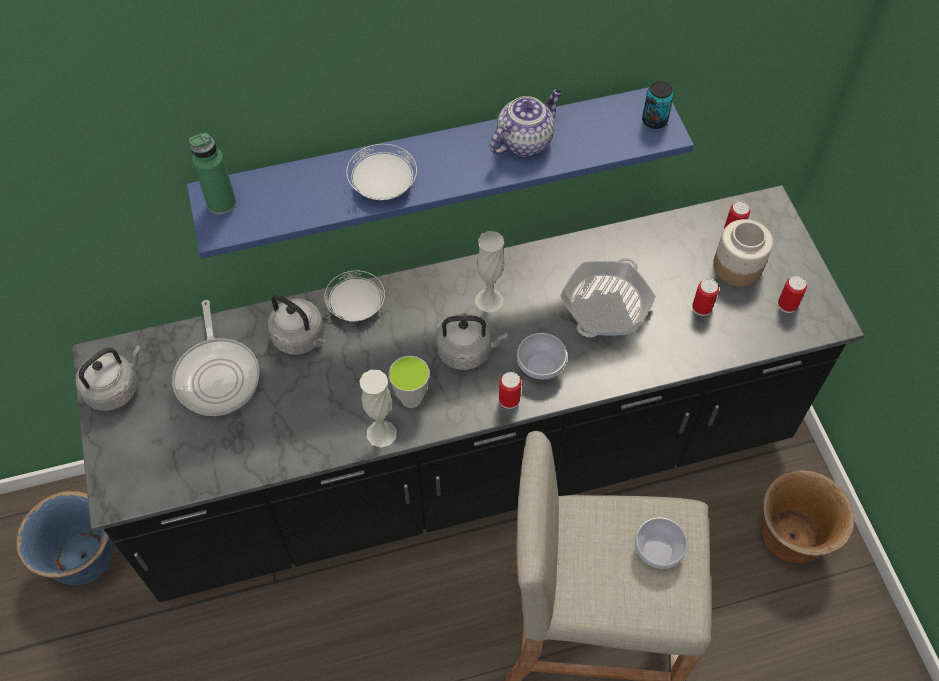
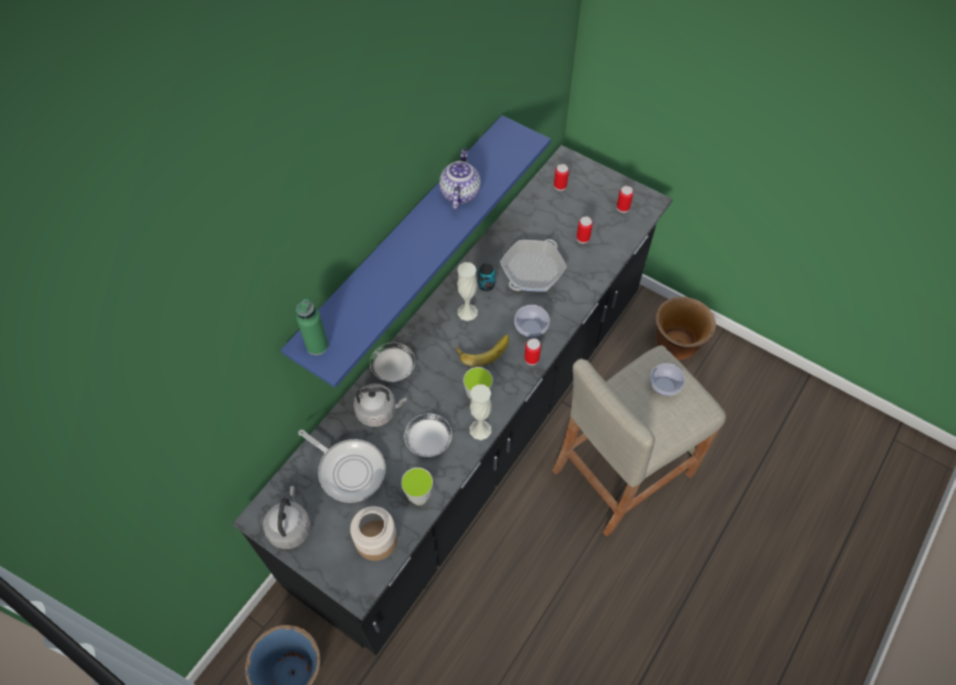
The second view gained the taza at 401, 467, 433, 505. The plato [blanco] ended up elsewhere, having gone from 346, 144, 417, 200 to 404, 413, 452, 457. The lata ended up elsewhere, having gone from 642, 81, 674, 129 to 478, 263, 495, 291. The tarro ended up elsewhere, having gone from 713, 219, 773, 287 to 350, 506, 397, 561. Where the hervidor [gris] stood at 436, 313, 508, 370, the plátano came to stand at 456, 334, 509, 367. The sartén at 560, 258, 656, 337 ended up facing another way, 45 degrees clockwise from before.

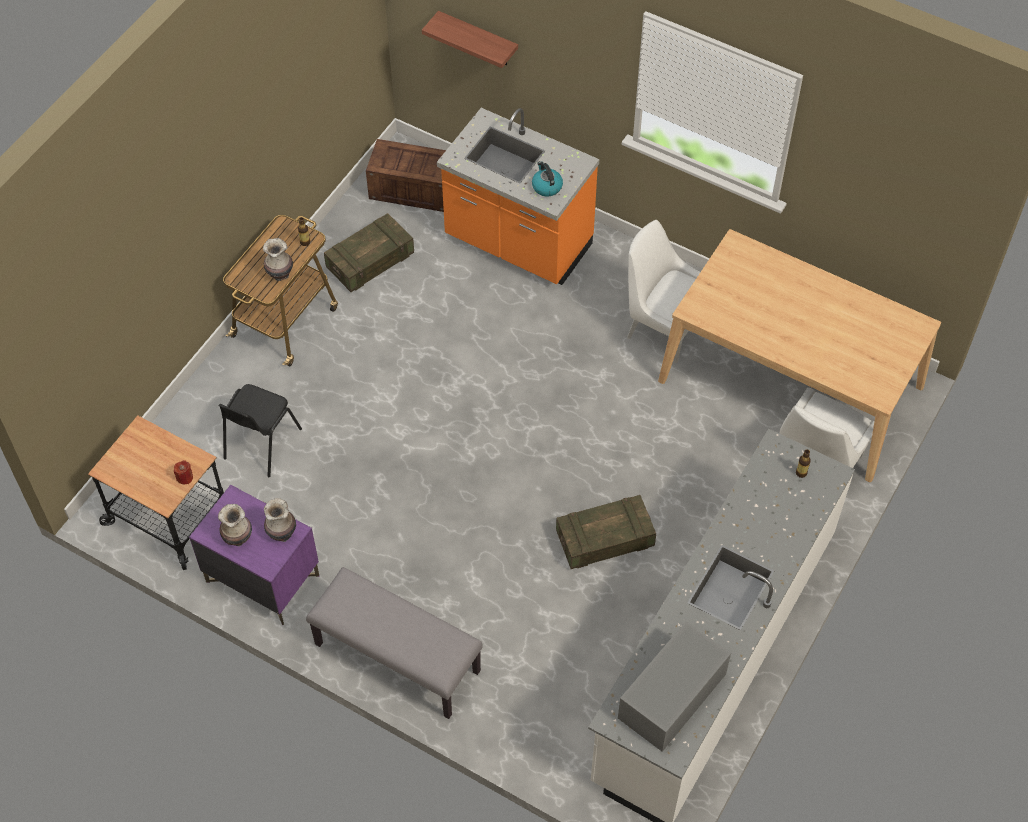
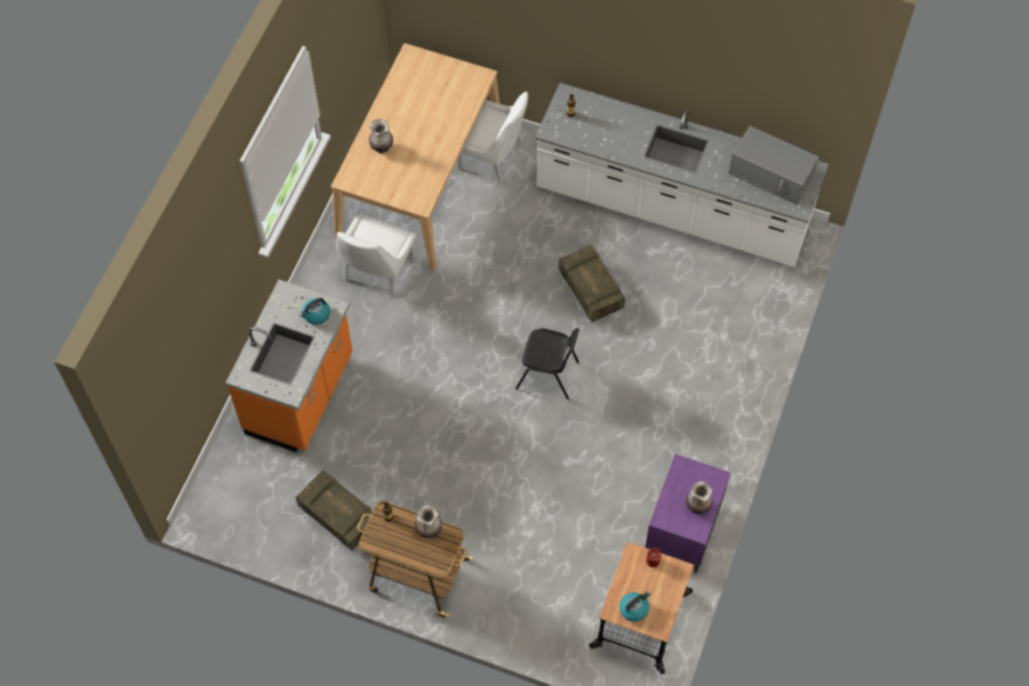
The second view lost the banco [gris] at 306, 567, 483, 719. The second view lost the caja de embalaje at 366, 139, 446, 212. The second view lost the estante at 422, 11, 518, 68. The second view gained the hervidor at 619, 591, 650, 622. The silla [negro] ended up elsewhere, having gone from 218, 384, 302, 477 to 516, 328, 579, 400. The florero ended up elsewhere, having gone from 264, 498, 296, 542 to 369, 119, 393, 154.

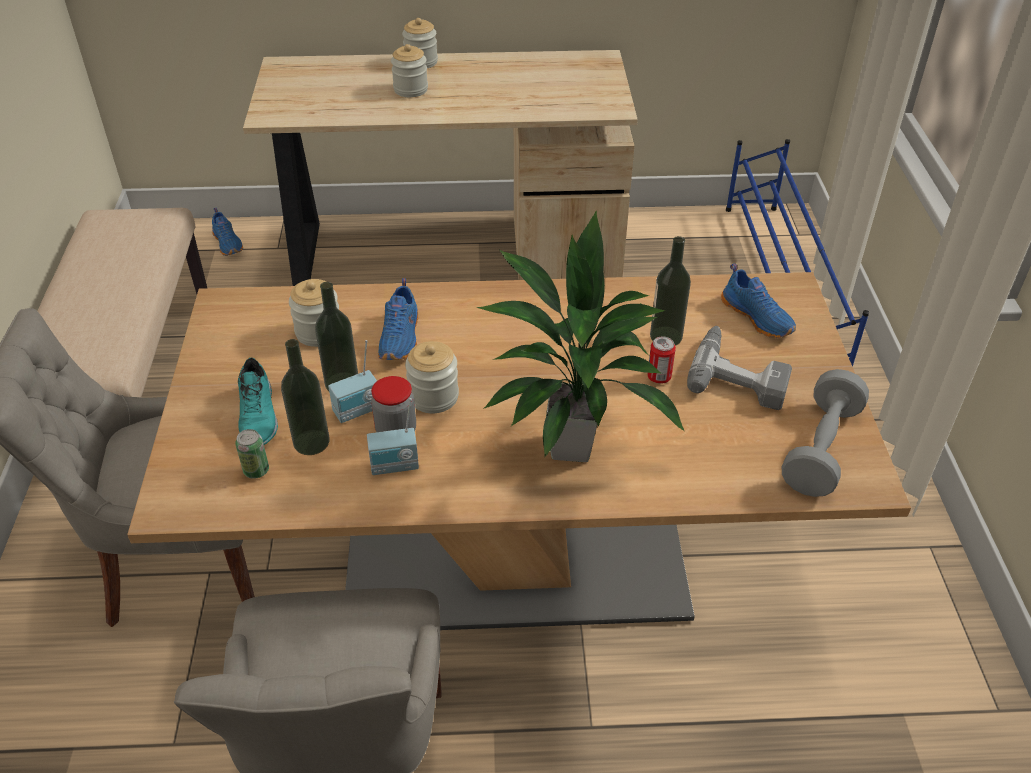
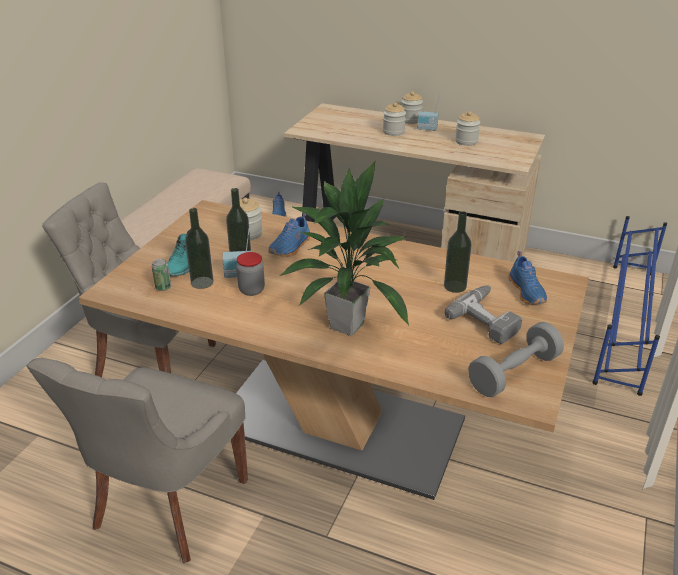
The second view lost the lata at 647, 336, 676, 384. The radio ended up elsewhere, having gone from 367, 398, 419, 475 to 417, 95, 440, 131. The tarro ended up elsewhere, having gone from 405, 341, 459, 413 to 455, 111, 480, 146.

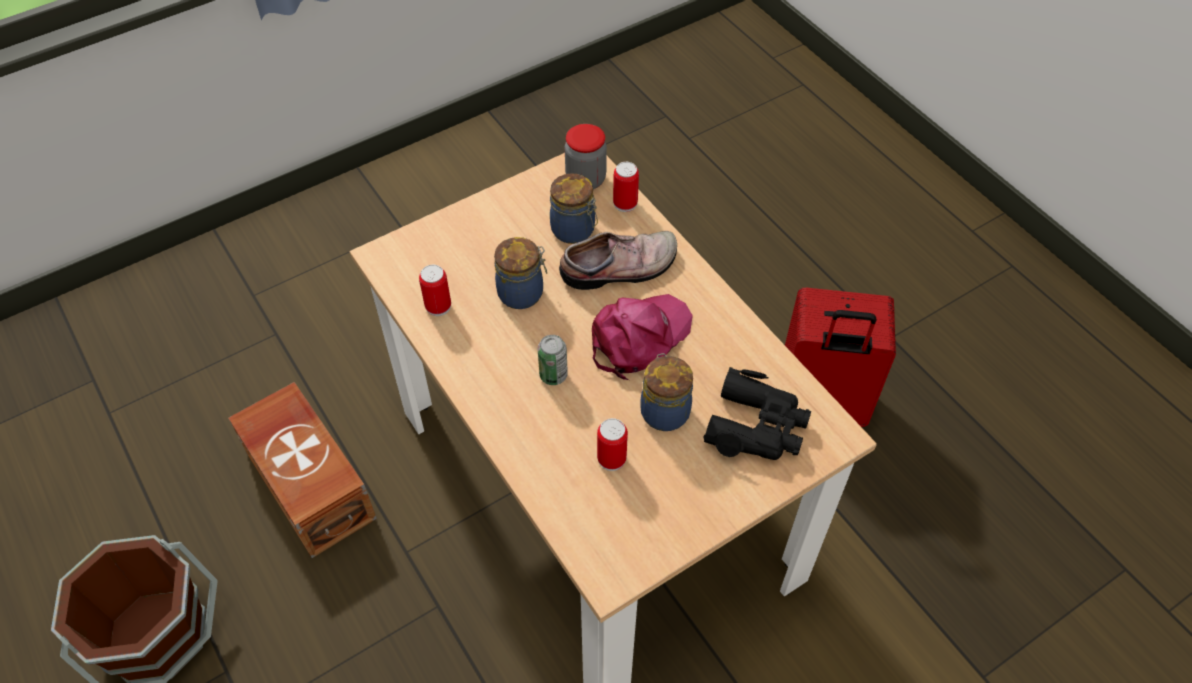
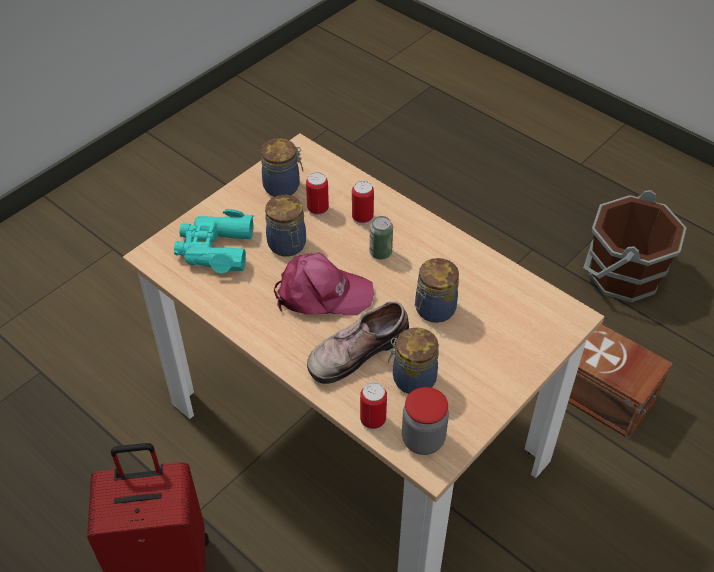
The second view gained the tarro at 261, 139, 303, 197. The lata ended up elsewhere, having gone from 419, 265, 451, 316 to 352, 181, 374, 225. What was the prismáticos [negro] at 704, 367, 811, 460 turned into the prismáticos [turquesa] at 174, 209, 253, 273. The gorra [rosa] at 592, 294, 693, 380 ended up facing another way, 120 degrees counterclockwise from before.

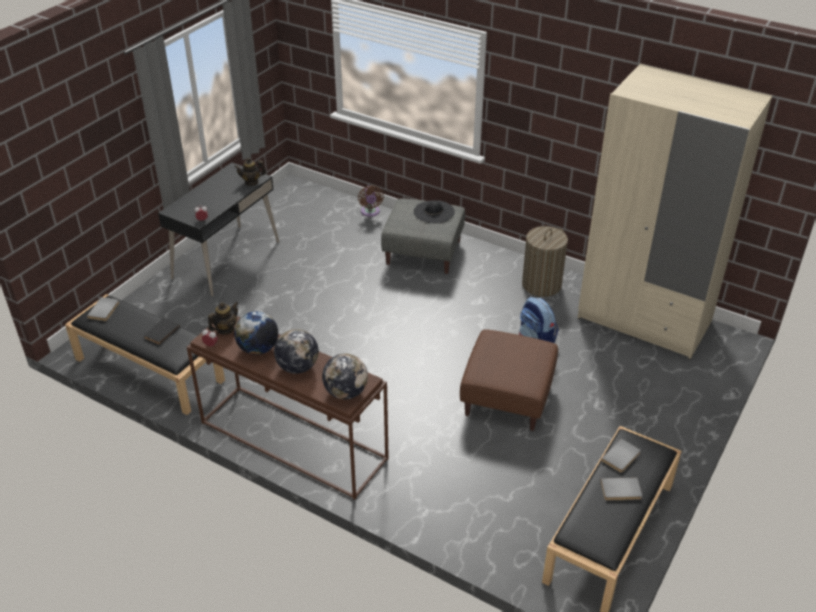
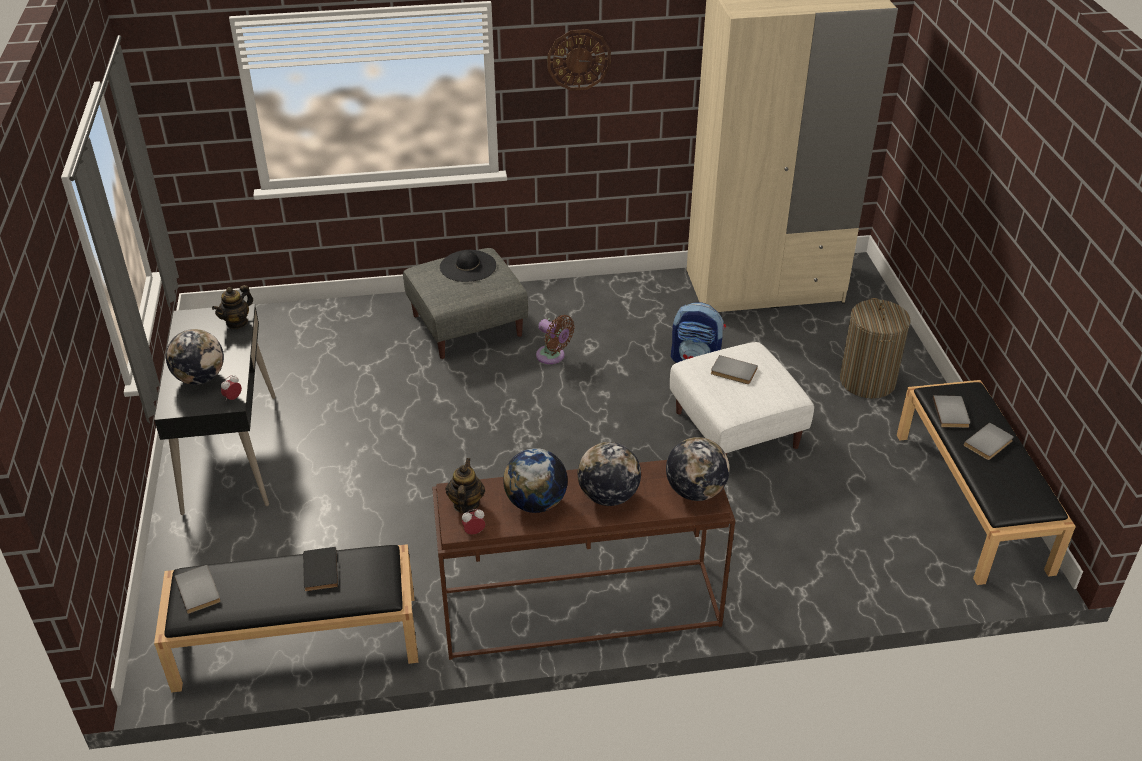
The second view gained the globo terráqueo at 166, 329, 224, 385. The second view gained the reloj de pared at 547, 29, 611, 91. The second view gained the libro [gris] at 711, 355, 758, 384. The ventilador [marrón] ended up elsewhere, having gone from 358, 185, 384, 217 to 536, 315, 575, 364. The cesto de la ropa ended up elsewhere, having gone from 522, 226, 568, 297 to 840, 298, 911, 399. What was the puf [marrón] at 460, 329, 558, 431 turned into the puf [blanco] at 670, 342, 814, 456.

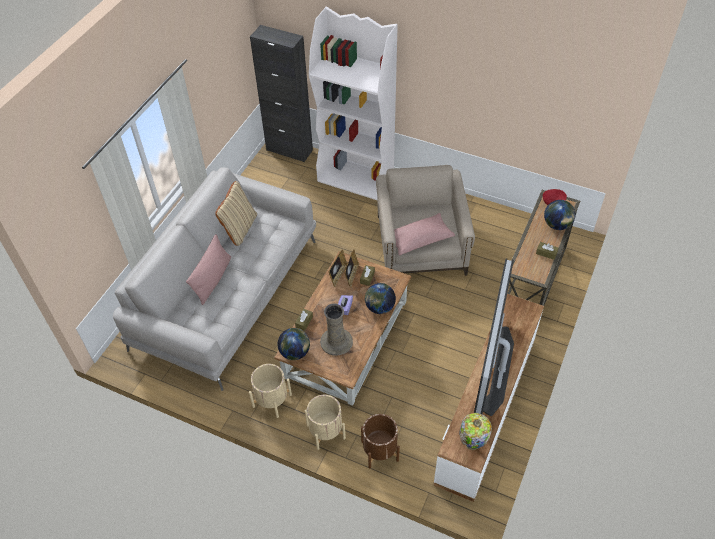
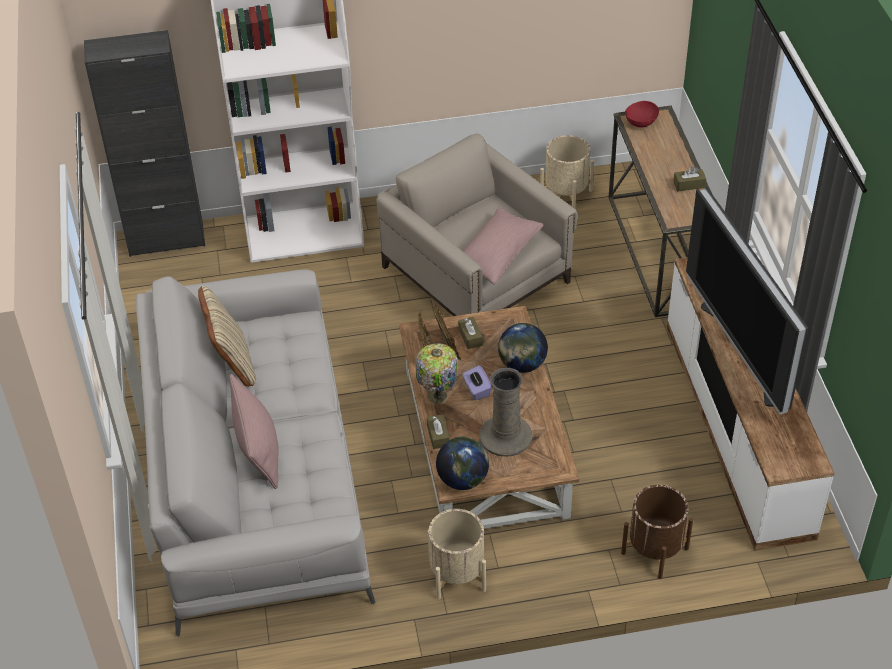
The second view lost the globo terráqueo at 544, 200, 575, 230. The maceta [beis] ended up elsewhere, having gone from 305, 395, 346, 450 to 540, 135, 594, 209. The lámpara de mesa ended up elsewhere, having gone from 459, 413, 492, 450 to 416, 343, 458, 404.

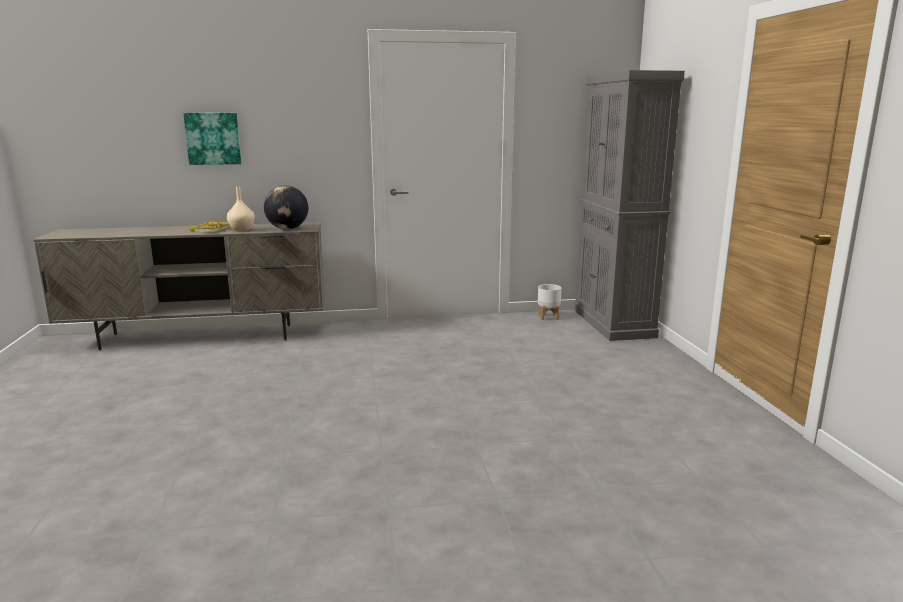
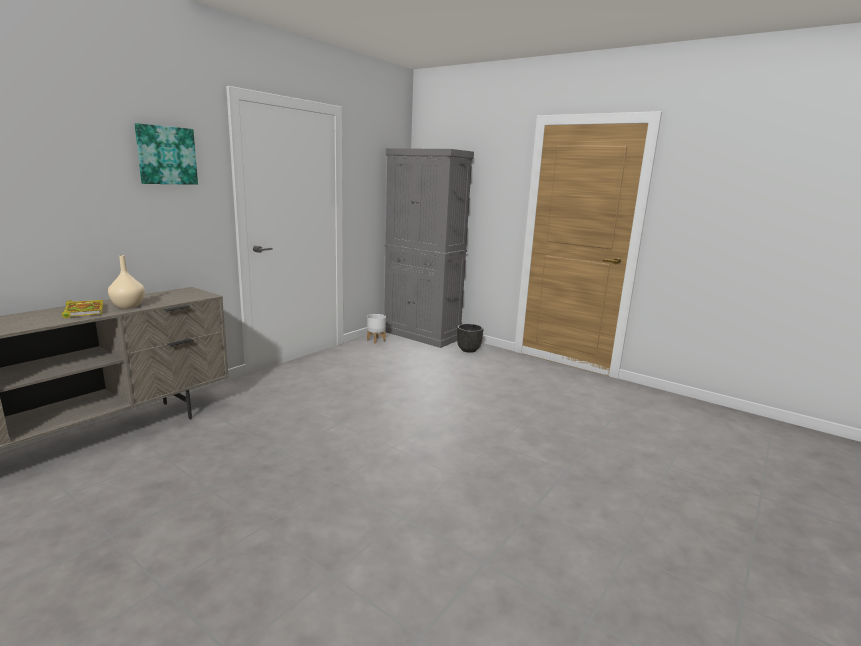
The second view lost the globo terráqueo at 264, 186, 308, 229. The second view gained the maceta [negro] at 457, 324, 483, 353. The cuadro ended up elsewhere, having gone from 183, 113, 241, 165 to 135, 123, 198, 185.

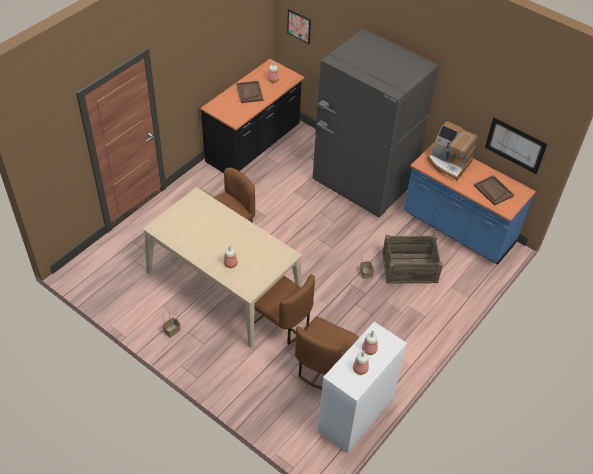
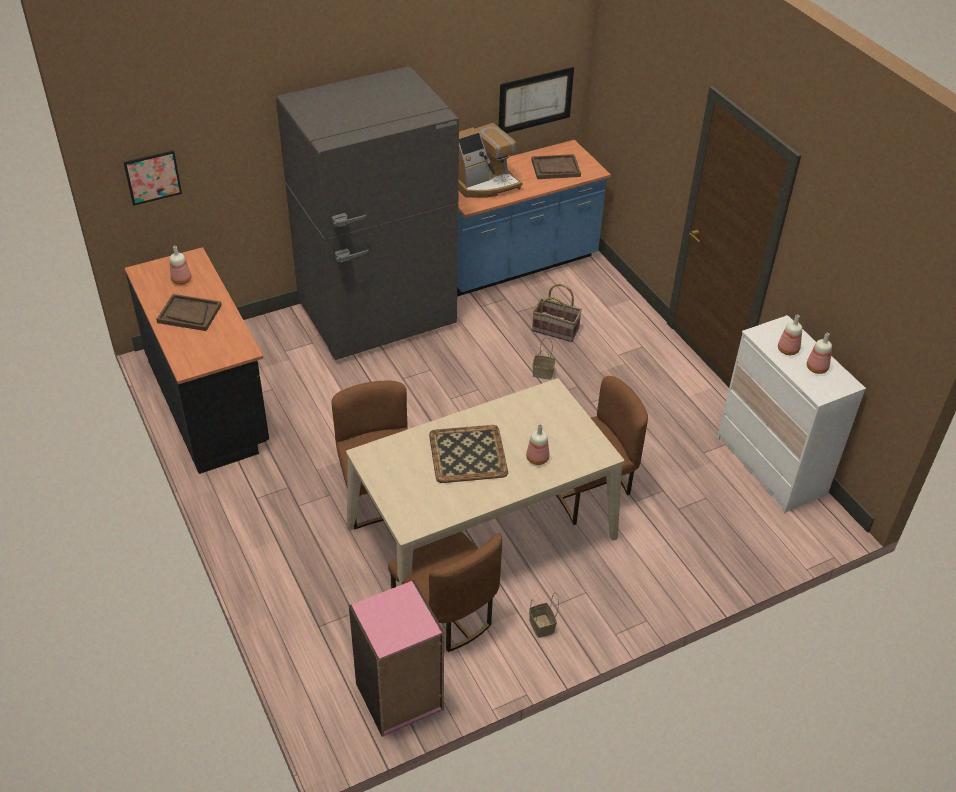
The second view gained the estantería [rosa] at 349, 580, 444, 737. The second view gained the bandeja at 429, 425, 508, 483. The silla [marrón] ended up elsewhere, having gone from 295, 317, 359, 389 to 388, 531, 502, 652. Where the caja de embalaje stood at 382, 235, 443, 283, the cesta came to stand at 532, 284, 582, 342.

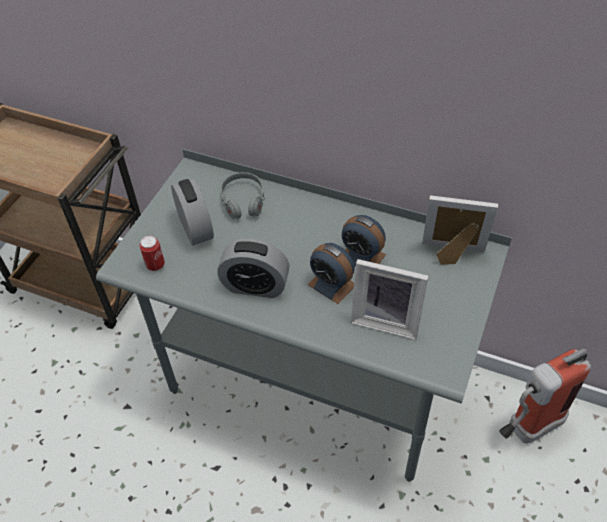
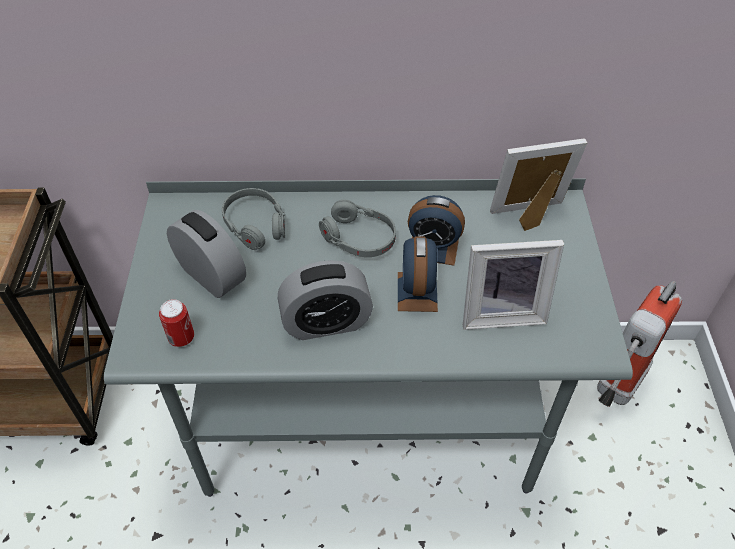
The second view gained the auriculares [gris] at 319, 200, 396, 257. The despertador at 307, 243, 355, 304 ended up facing another way, 75 degrees clockwise from before.

